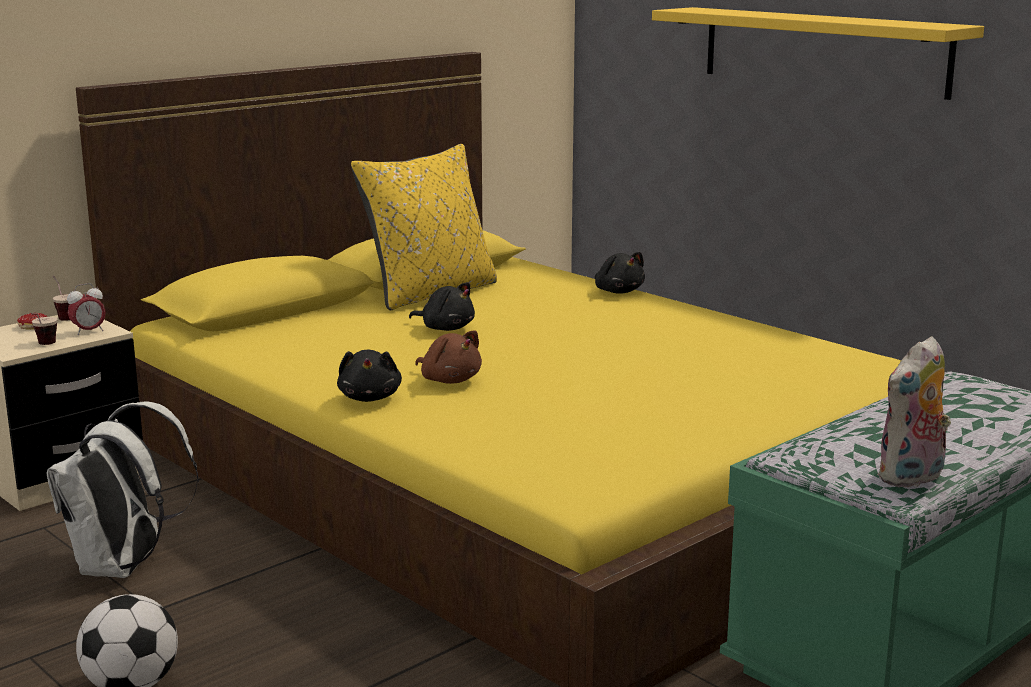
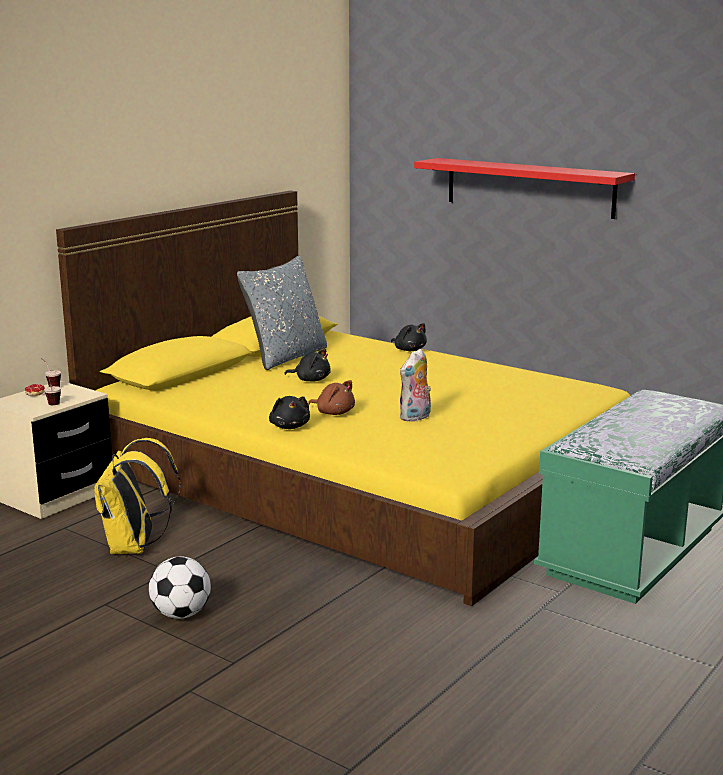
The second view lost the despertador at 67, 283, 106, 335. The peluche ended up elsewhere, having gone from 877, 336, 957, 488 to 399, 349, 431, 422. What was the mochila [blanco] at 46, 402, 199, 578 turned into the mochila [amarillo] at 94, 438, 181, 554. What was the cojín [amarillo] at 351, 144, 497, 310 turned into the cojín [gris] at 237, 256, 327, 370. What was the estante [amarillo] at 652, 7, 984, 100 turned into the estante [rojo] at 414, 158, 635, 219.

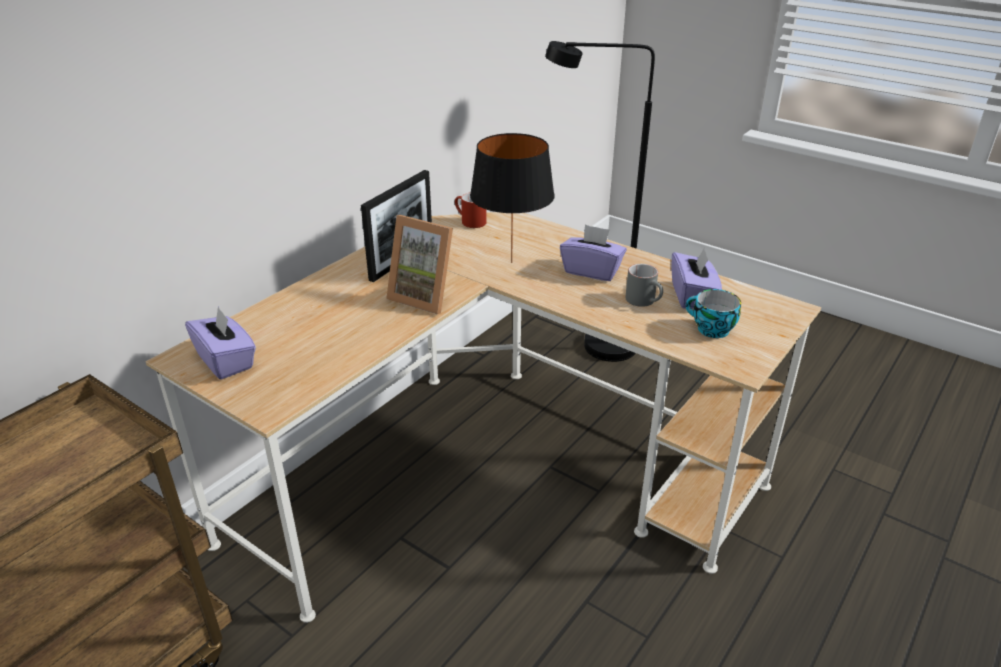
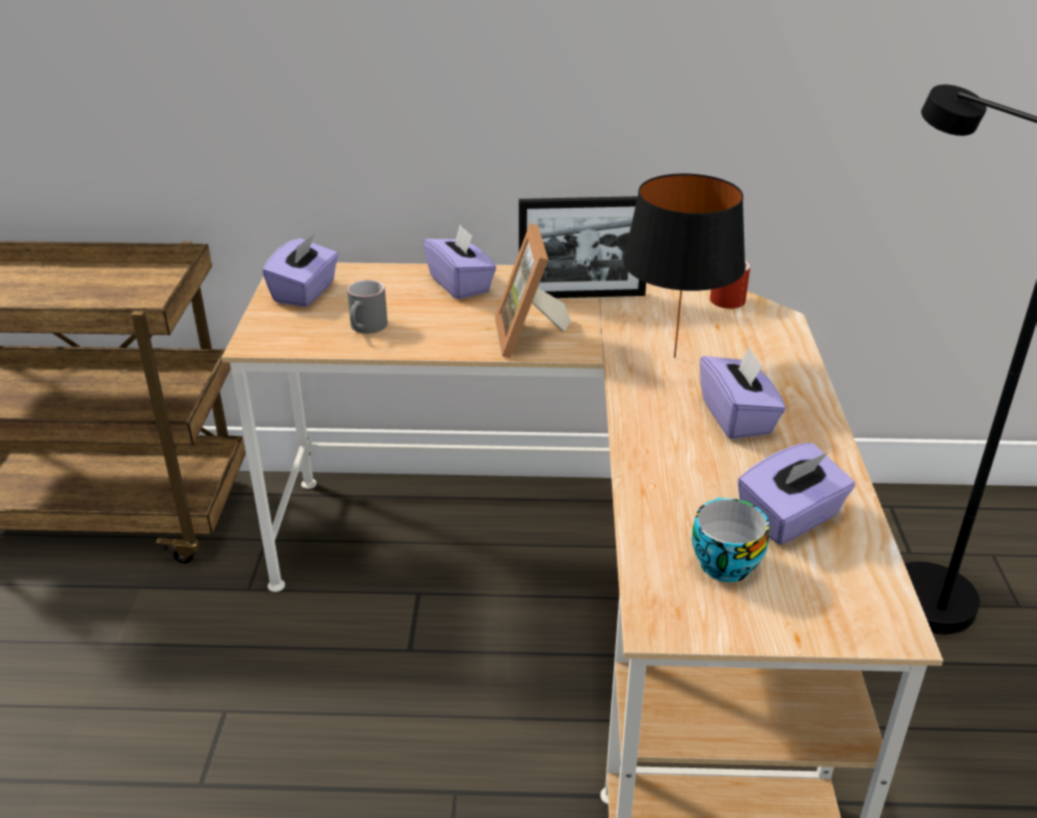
The second view gained the caja de pañuelos [morado] at 423, 224, 497, 299. The taza grande [gris] ended up elsewhere, having gone from 625, 264, 663, 307 to 347, 280, 388, 334.

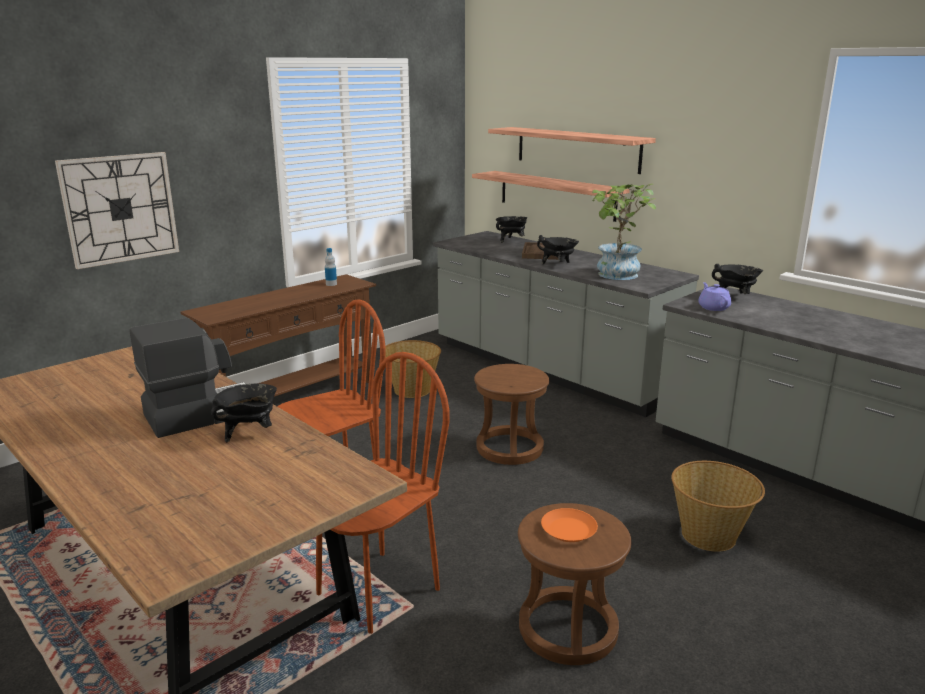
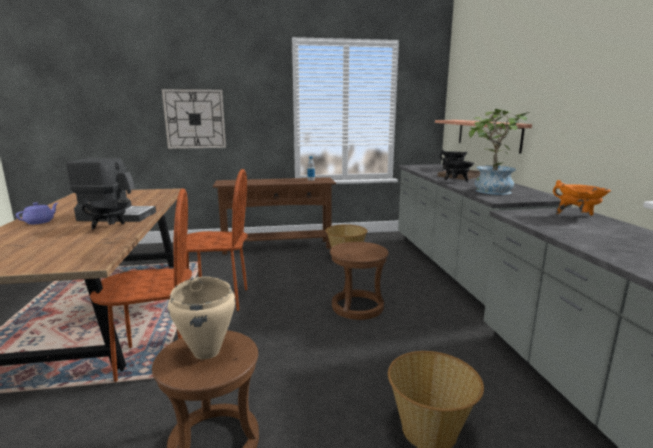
The second view lost the estante at 488, 127, 656, 174. The tetera [morado] ended up elsewhere, having gone from 698, 282, 731, 311 to 16, 202, 59, 224. Where the plato [naranja] stood at 541, 508, 598, 542, the olla [beis] came to stand at 168, 277, 235, 360. What was the olla [negro] at 712, 264, 763, 294 turned into the olla [naranja] at 553, 180, 611, 215.

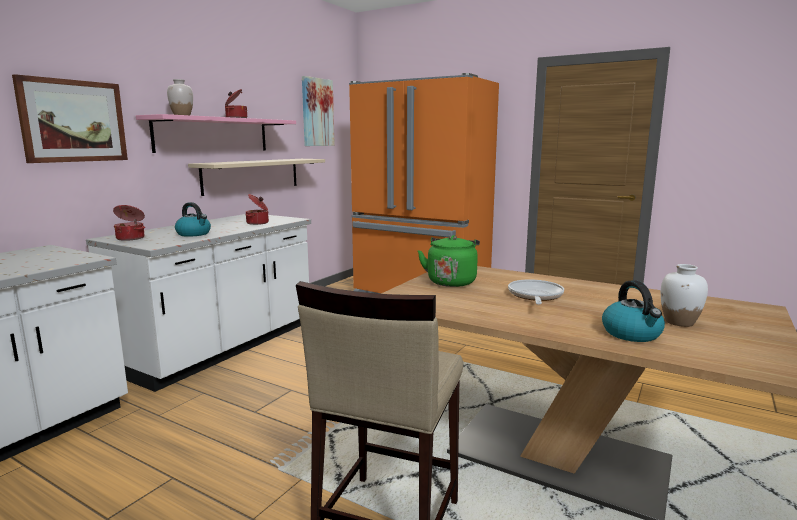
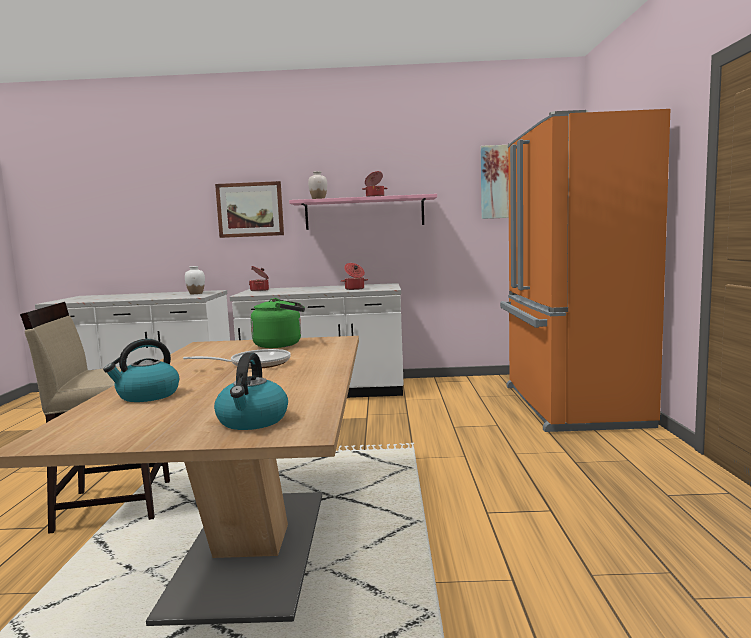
The second view lost the estante [beis] at 188, 159, 325, 196. The hervidor ended up elsewhere, having gone from 175, 202, 211, 237 to 214, 353, 288, 430. The florero [blanco] ended up elsewhere, having gone from 661, 264, 708, 327 to 185, 266, 205, 294.

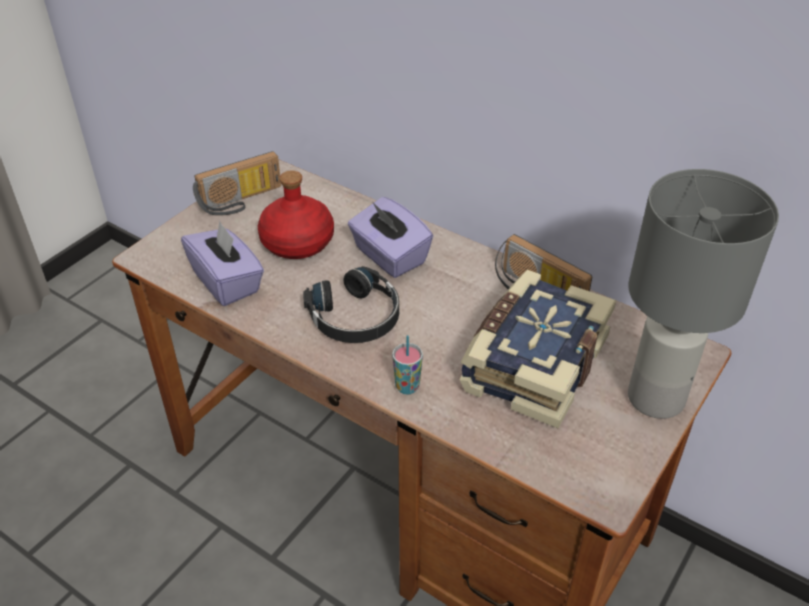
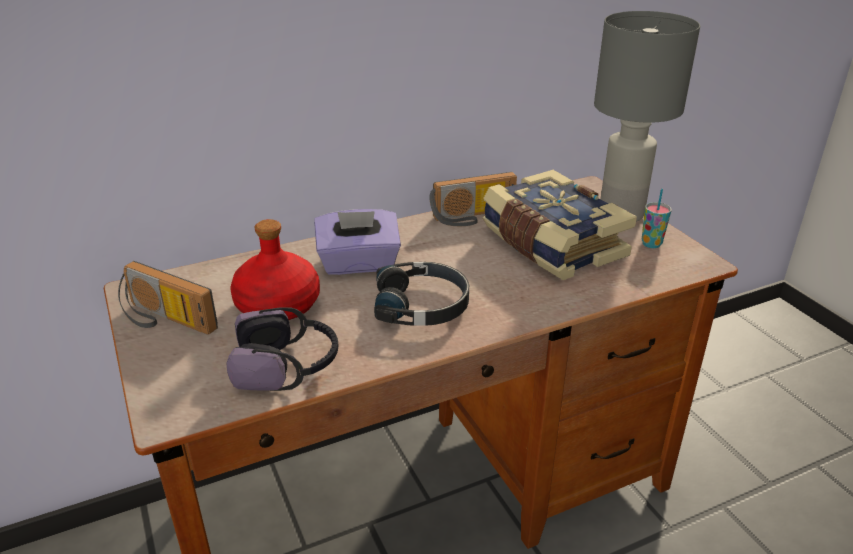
The taza ended up elsewhere, having gone from 392, 335, 423, 395 to 642, 189, 672, 248. Where the caja de pañuelos [morado] stood at 181, 221, 264, 306, the auriculares came to stand at 226, 307, 338, 391. The radio at 193, 151, 281, 216 ended up facing another way, 120 degrees clockwise from before.

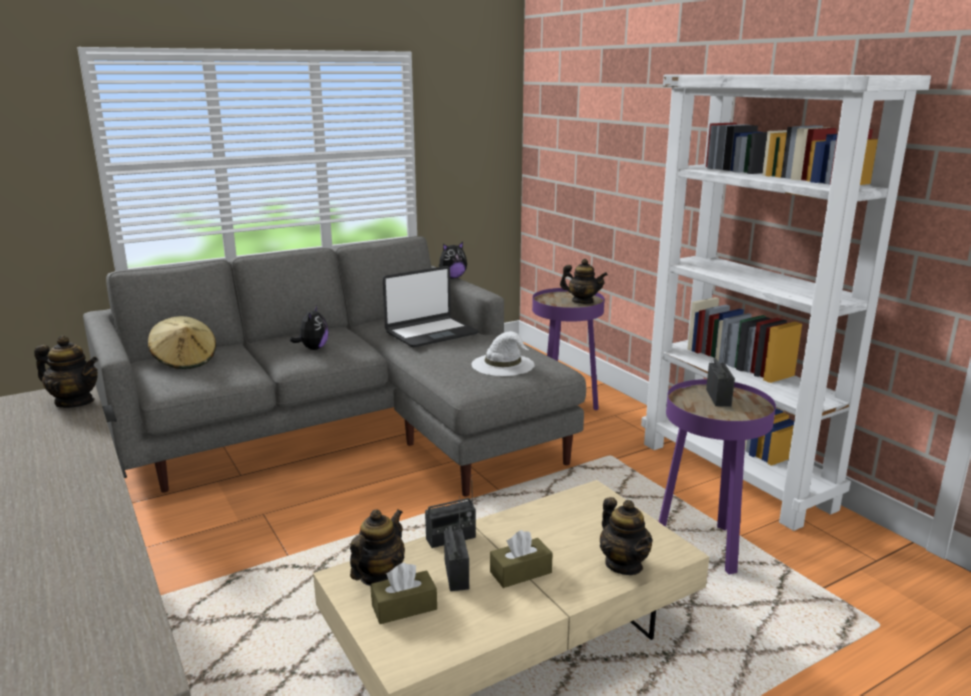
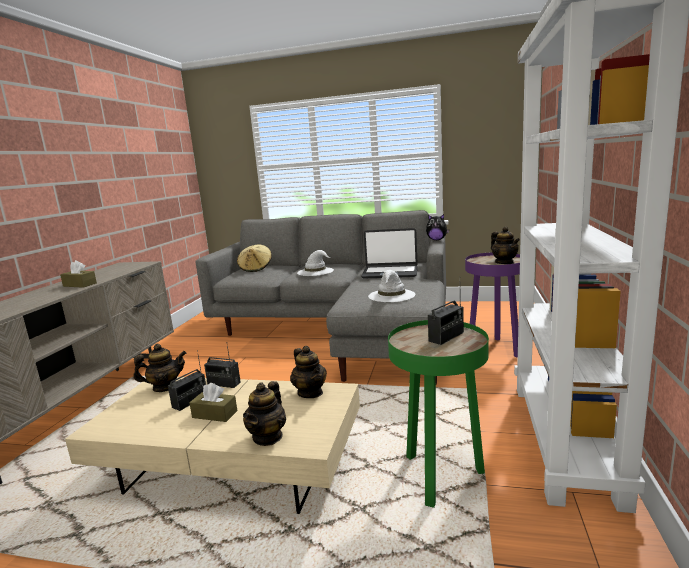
The tetera ended up elsewhere, having gone from 34, 336, 98, 408 to 290, 346, 327, 398. The caja de pañuelos [marrón] ended up elsewhere, having gone from 371, 563, 437, 624 to 60, 260, 97, 288. Where the peluche stood at 290, 306, 329, 350, the sombrero [blanco] came to stand at 297, 250, 334, 276. What was the mesa auxiliar [morado] at 659, 379, 776, 575 turned into the mesa auxiliar [verde] at 388, 320, 489, 508.

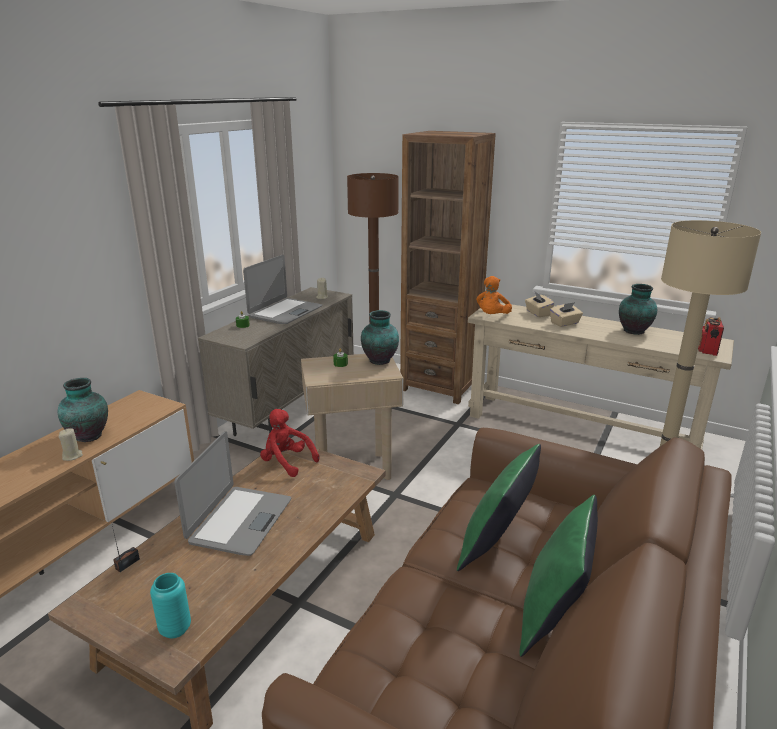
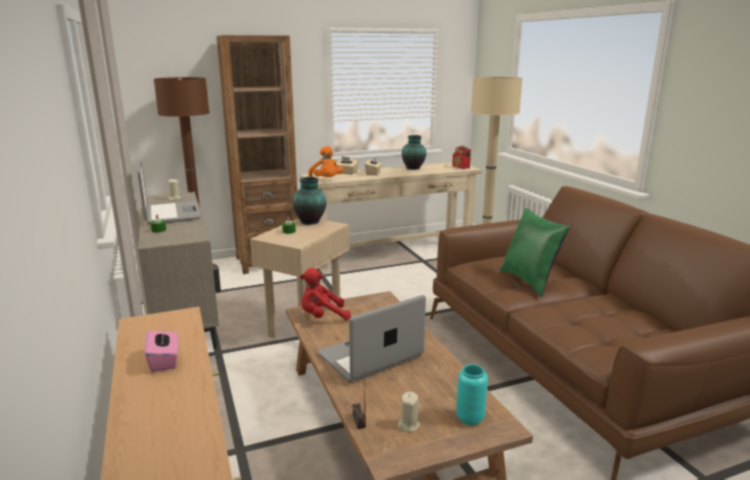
The second view lost the cojín [verde] at 520, 495, 598, 657. The vela [beis] ended up elsewhere, having gone from 58, 428, 83, 461 to 398, 392, 420, 432. Where the florero stood at 58, 378, 108, 442, the caja de pañuelos [rosa] came to stand at 145, 326, 179, 372. The portátil at 174, 432, 291, 556 ended up facing another way, 90 degrees counterclockwise from before.

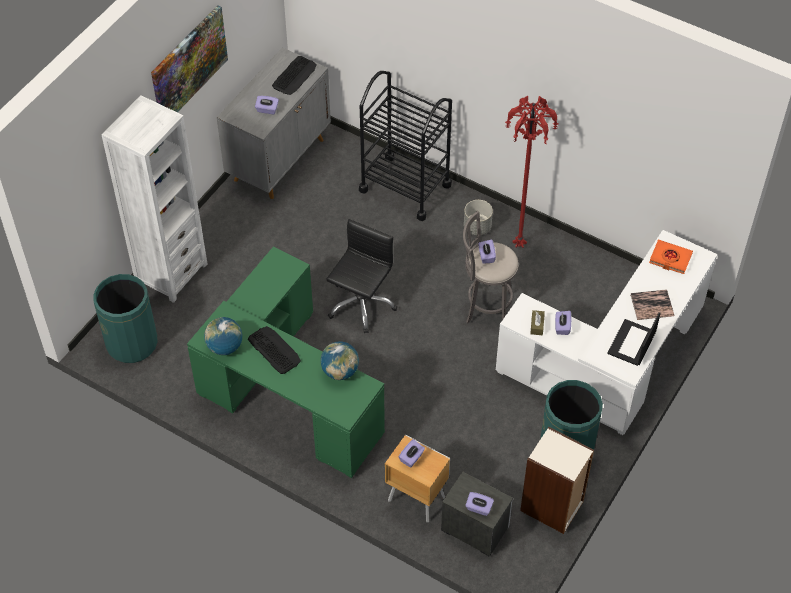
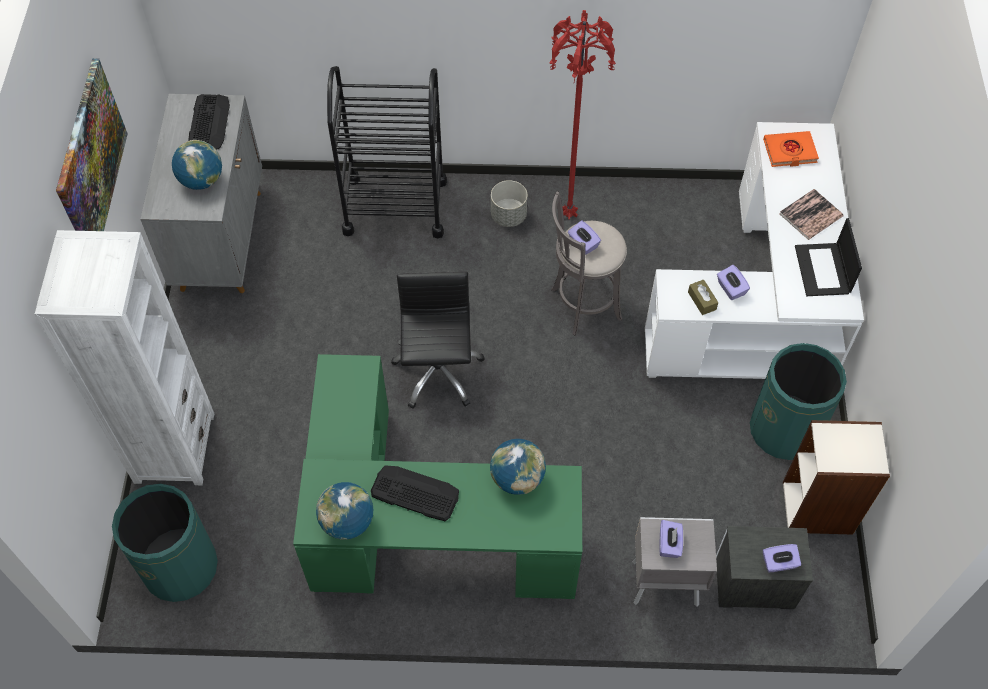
Where the caja de pañuelos [morado] stood at 255, 96, 279, 114, the globo terráqueo came to stand at 172, 140, 222, 190. What was the mesita de noche [marrón] at 385, 435, 450, 522 turned into the mesita de noche [gris] at 632, 517, 717, 606.

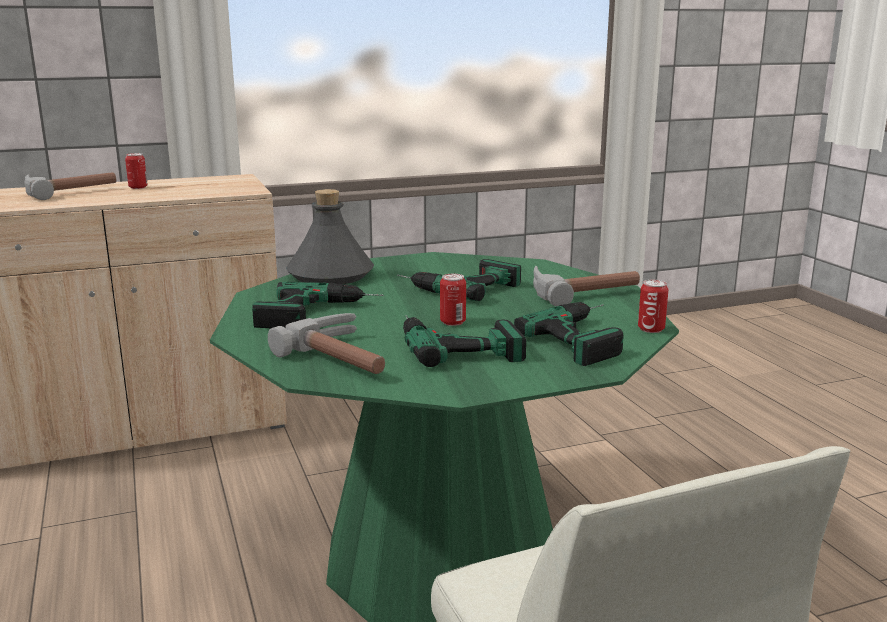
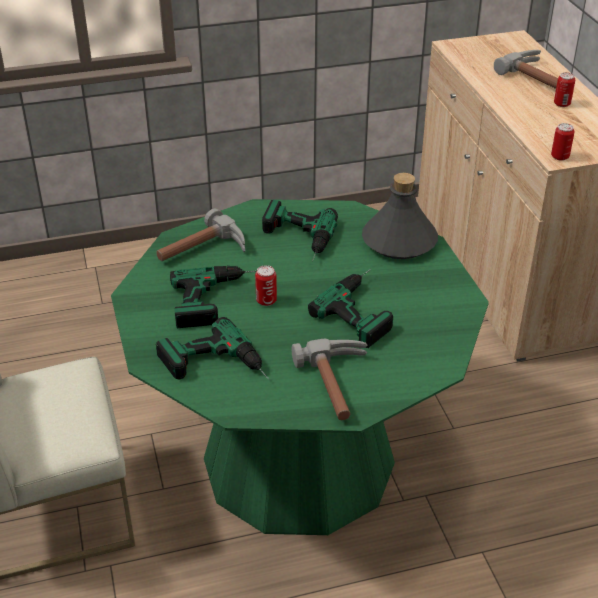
The lata ended up elsewhere, having gone from 638, 280, 668, 333 to 551, 123, 575, 161.

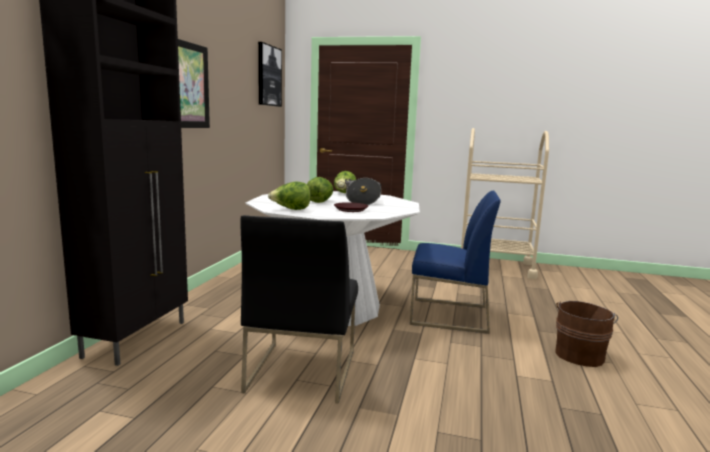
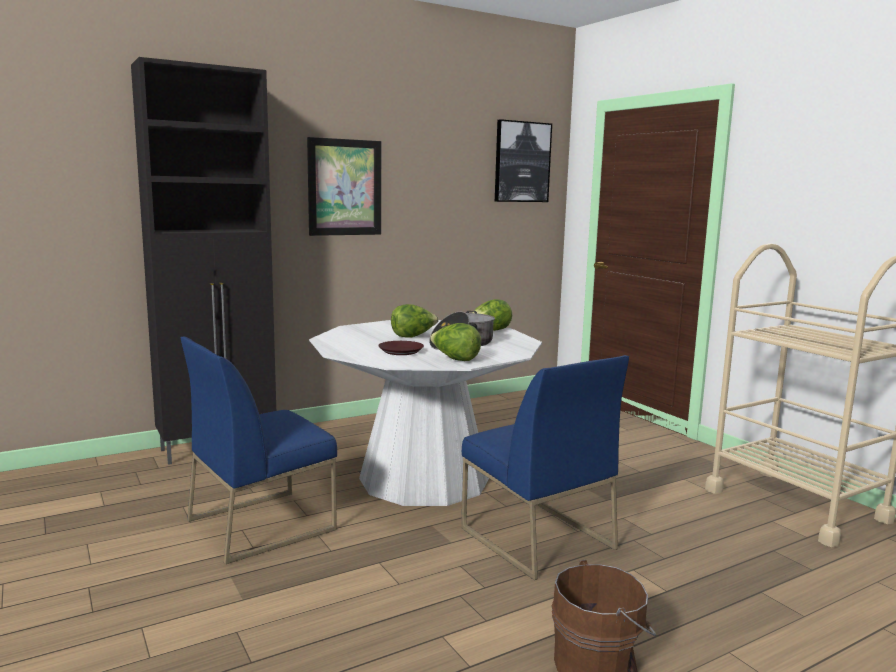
The lechuga ended up elsewhere, having gone from 268, 182, 311, 210 to 430, 323, 481, 361. What was the silla [negro] at 241, 215, 358, 404 turned into the silla [azul] at 180, 337, 337, 564.

